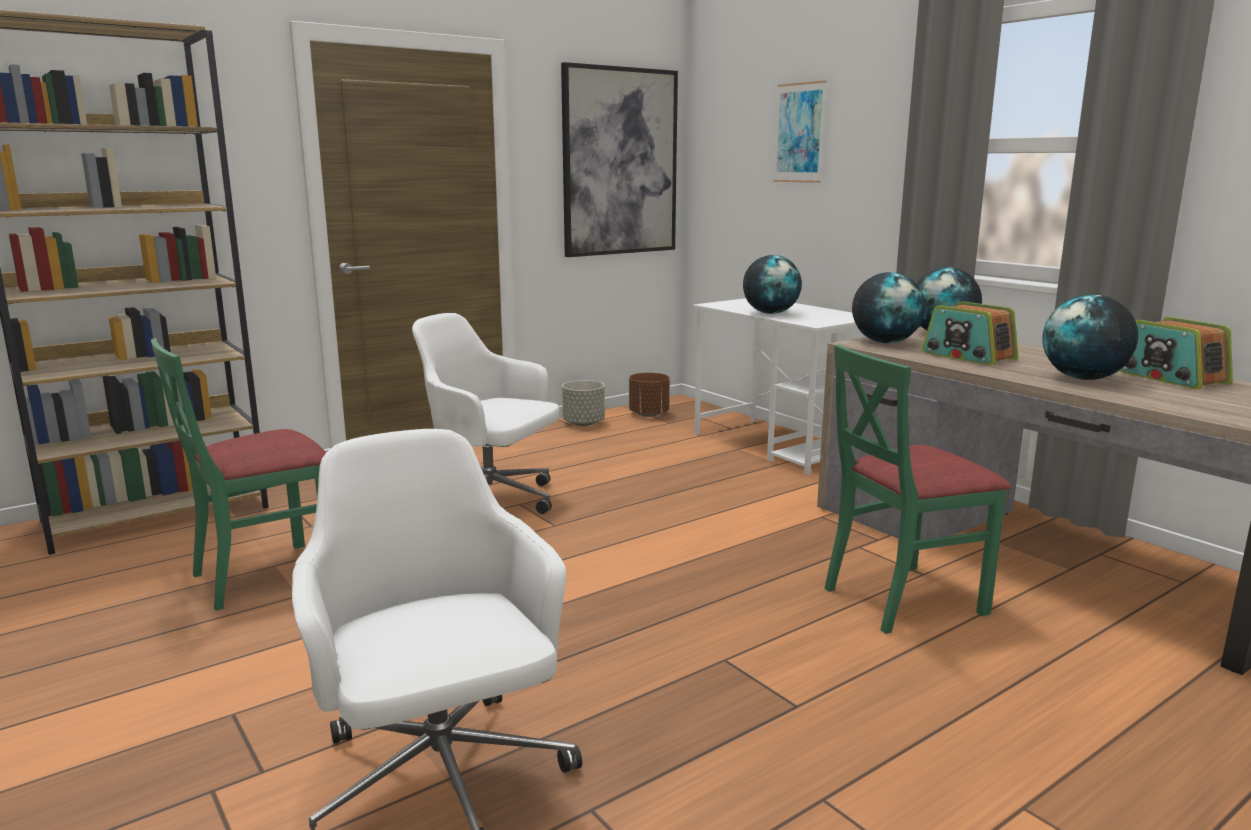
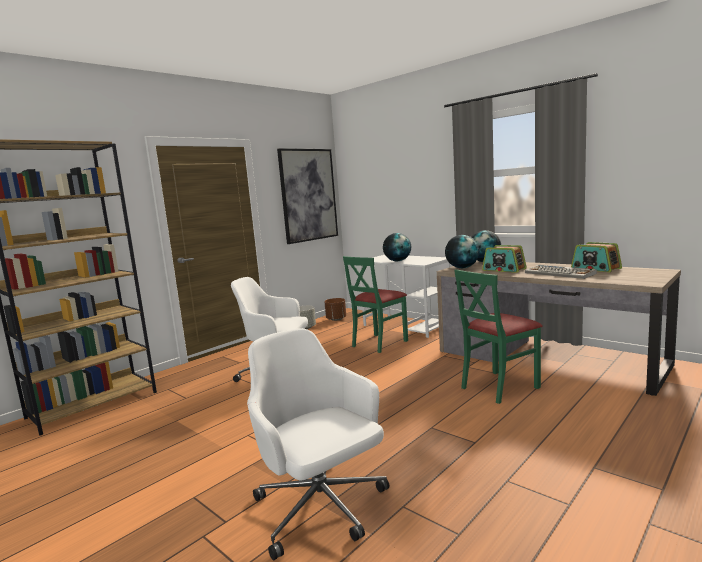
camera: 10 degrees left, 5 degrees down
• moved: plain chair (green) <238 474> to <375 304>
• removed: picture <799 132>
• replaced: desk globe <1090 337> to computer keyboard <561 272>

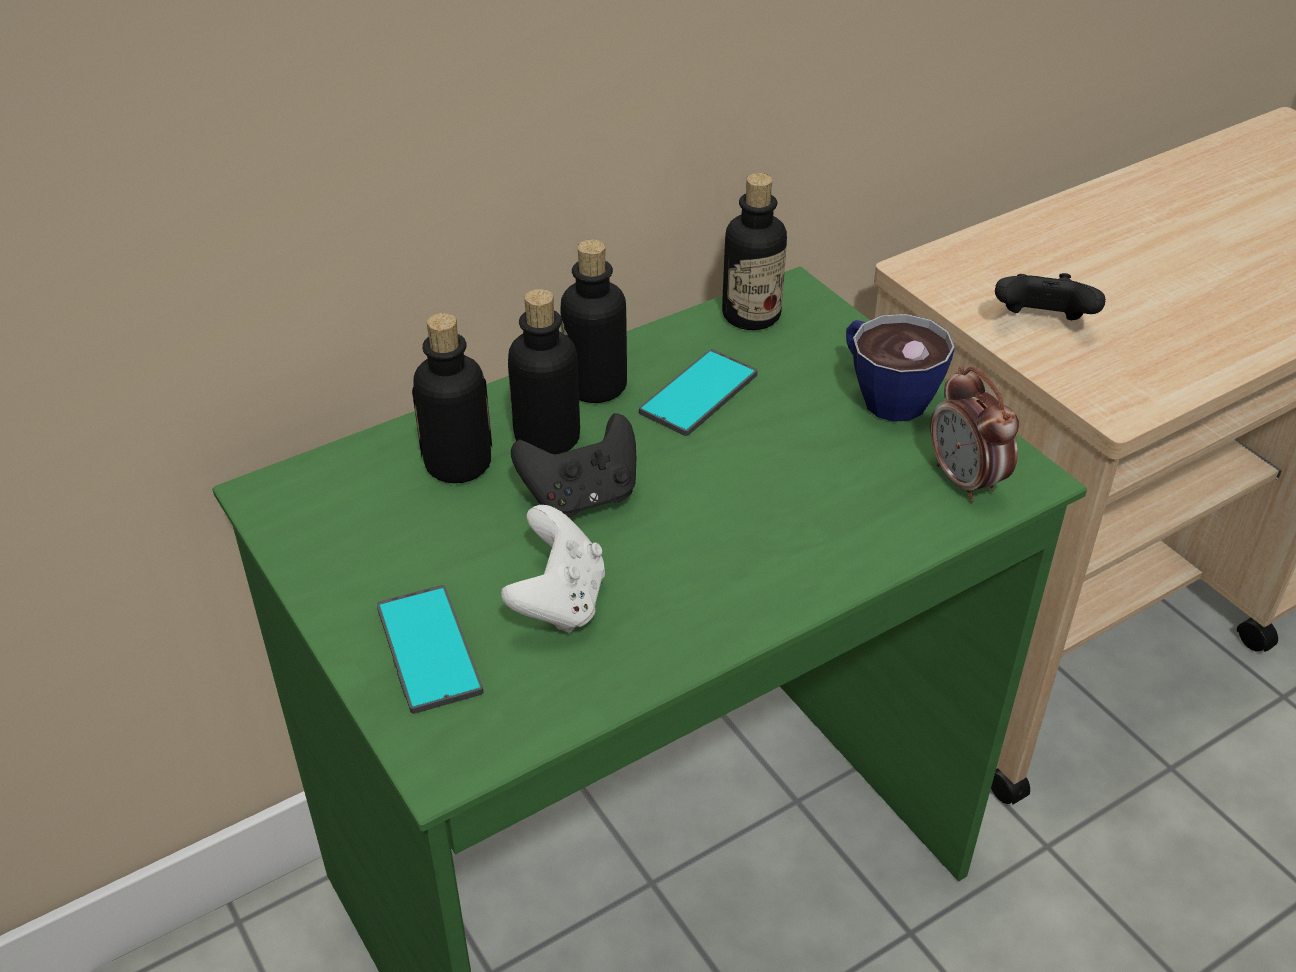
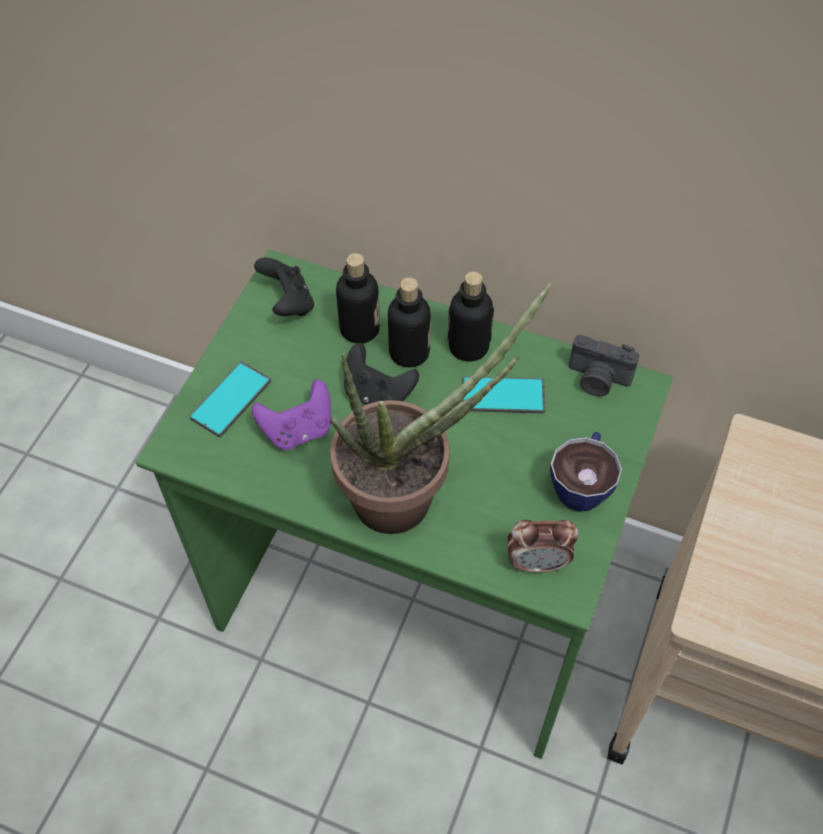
camera: 55 degrees right, 15 degrees up
• recoloured: gamepad (white-coloured) <553 569> to gamepad (purple-coloured) <291 414>
• replaced: beverage bottle <754 251> to photo camera <604 365>
• turned: bedside clock <974 434> = <543 546> 120 degrees counterclockwise
• moved: gamepad (black) <1050 297> to <284 287>
• added: houseplant <440 408>

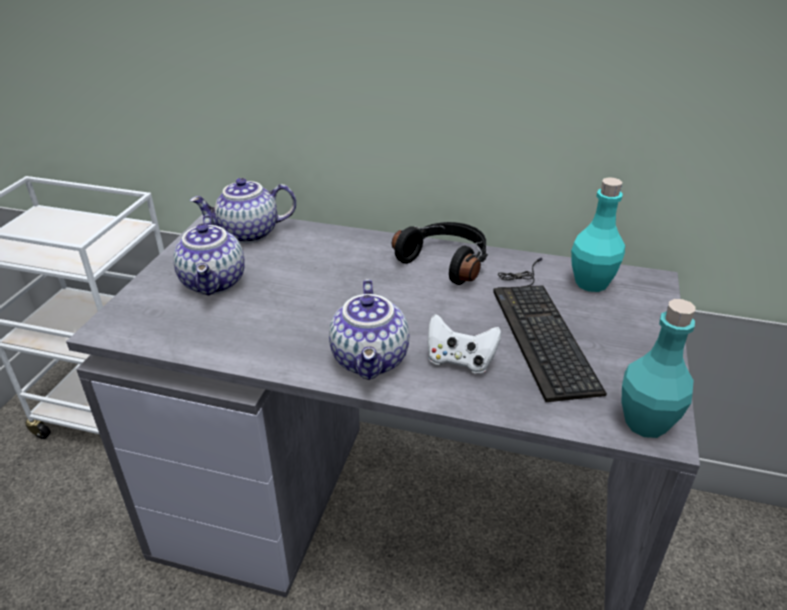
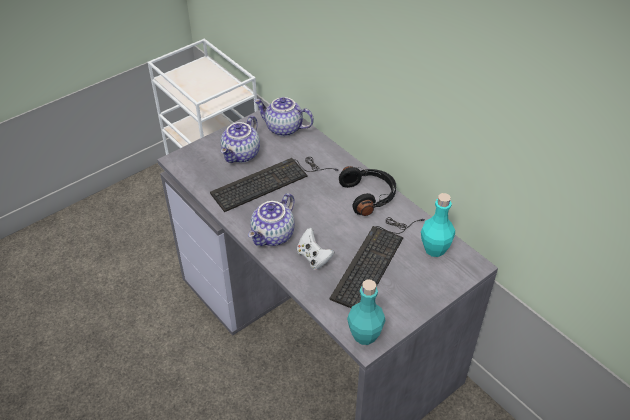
camera: 35 degrees right, 10 degrees up
• added: computer keyboard <274 184>

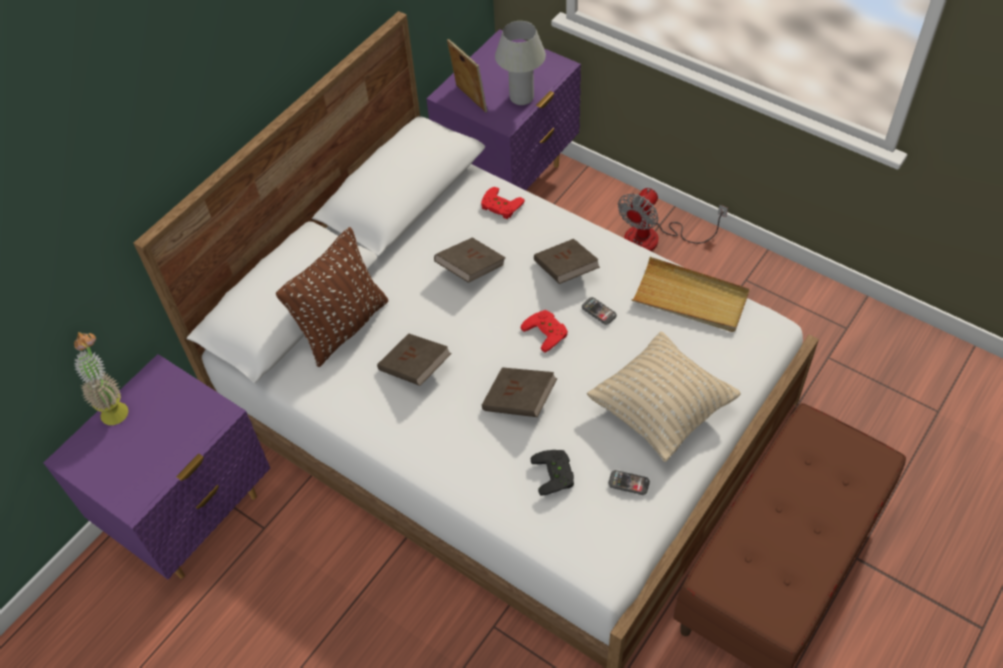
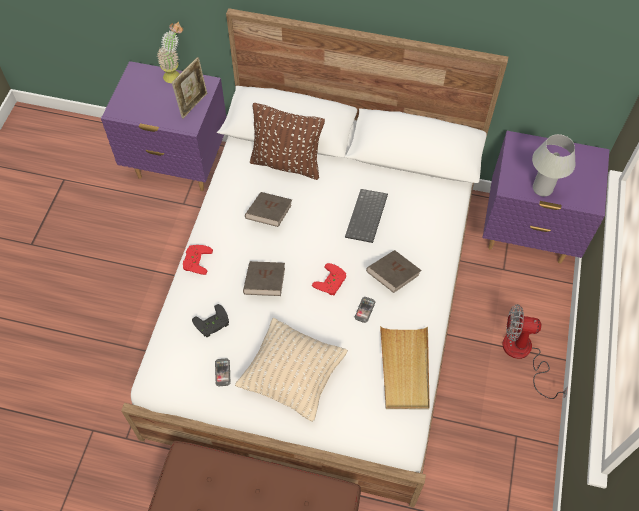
camera: 65 degrees right, 5 degrees up
• replaced: book (brown-coloured) <470 260> to computer keyboard <366 216>
• moved: standing frame <467 75> to <189 87>
• moved: gamepad (red) <503 203> to <198 260>

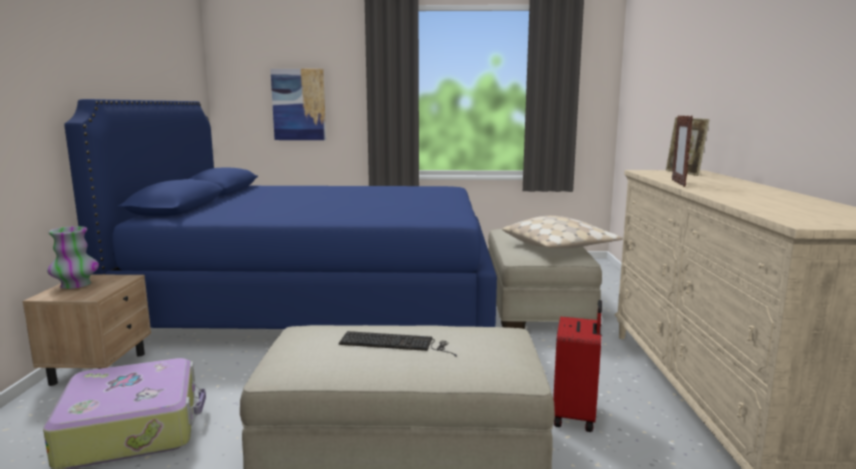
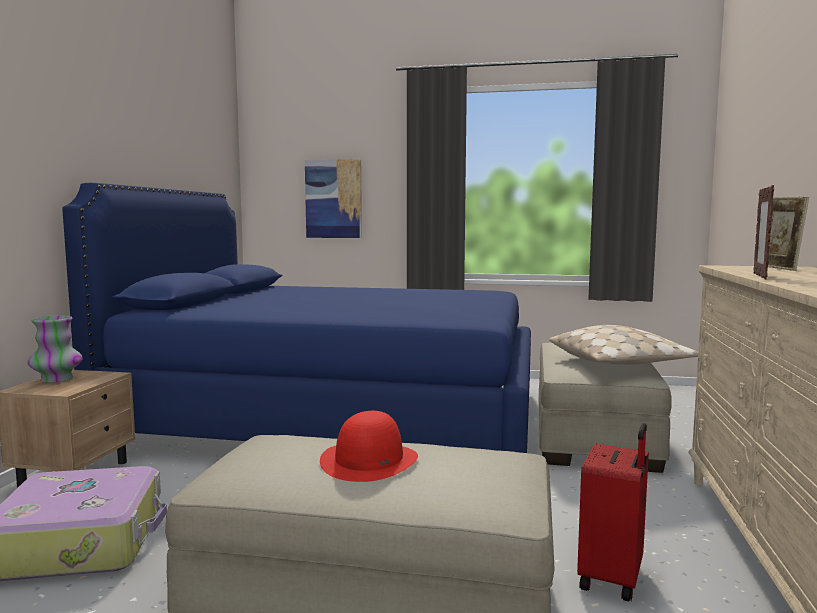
camera: 10 degrees right, 5 degrees down
• replaced: computer keyboard <398 344> to clothing hat (red) <369 446>

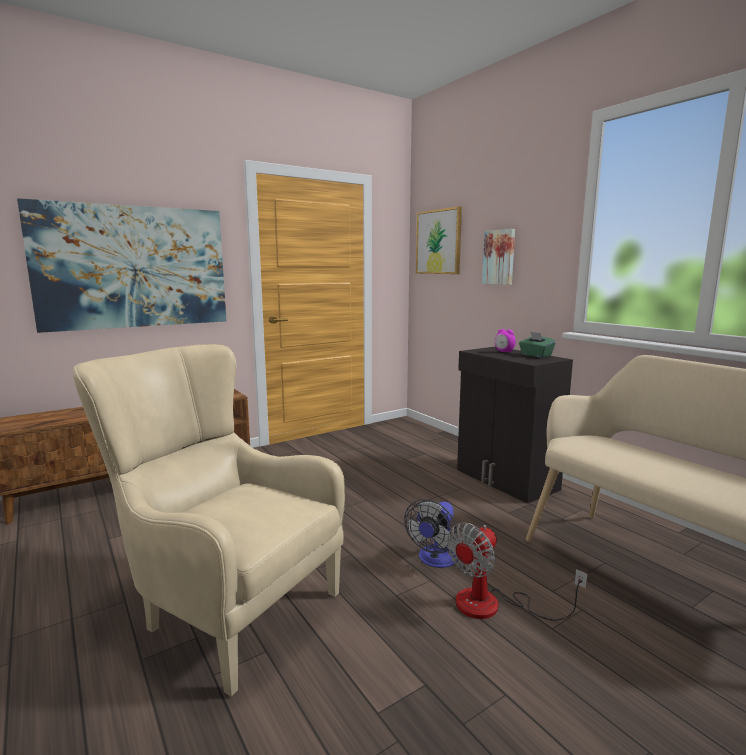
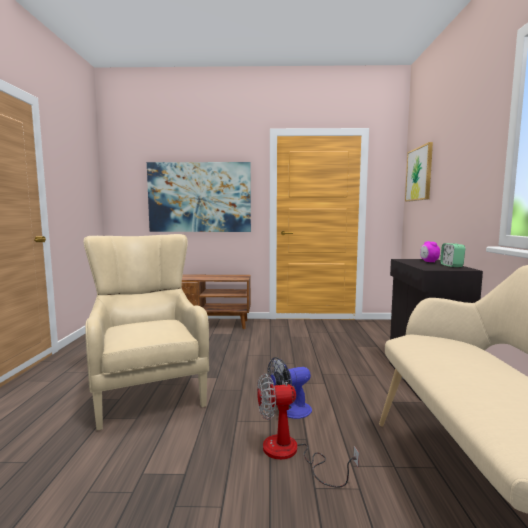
camera: 35 degrees right, 5 degrees down
• removed: picture <498 257>
• replaced: tissue box (green) <537 344> to bedside clock <452 255>

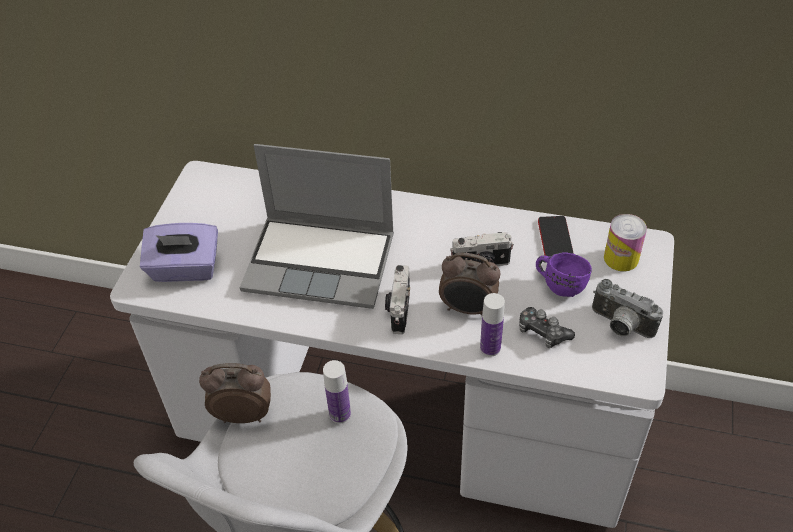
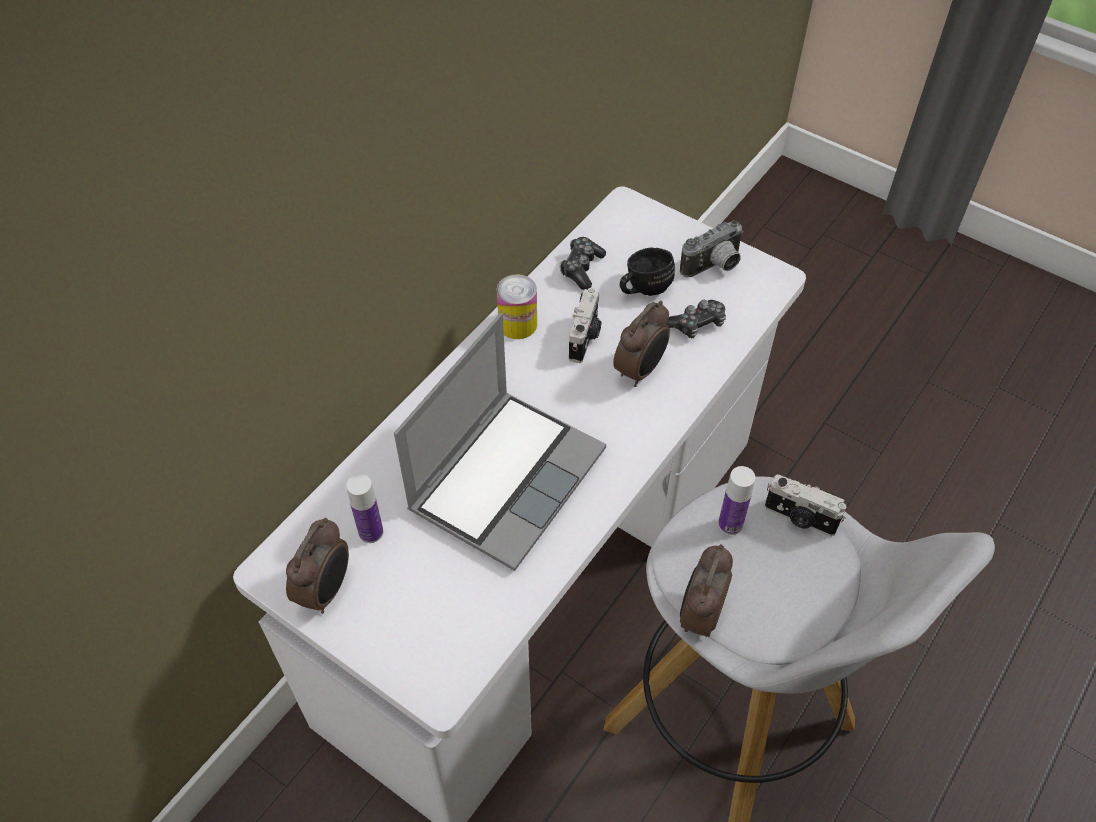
camera: 70 degrees left, 5 degrees up
• removed: tissue box (purple-coloured) <179 252>
• moved: photo camera <397 299> to <806 505>
• moved: beverage bottle <492 324> to <364 508>
• recoloured: tea mug (purple-coloured) <564 274> to tea mug (black) <647 271>
• replaced: telephone <556 236> to gamepad <583 263>
• moved: can <625 242> to <517 306>
• added: bedside clock <317 566>

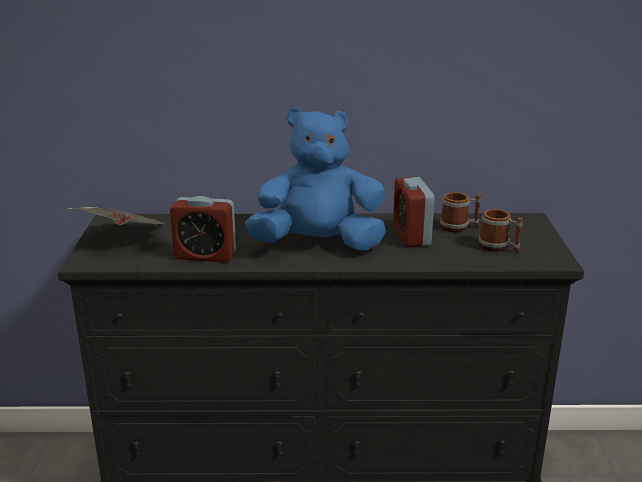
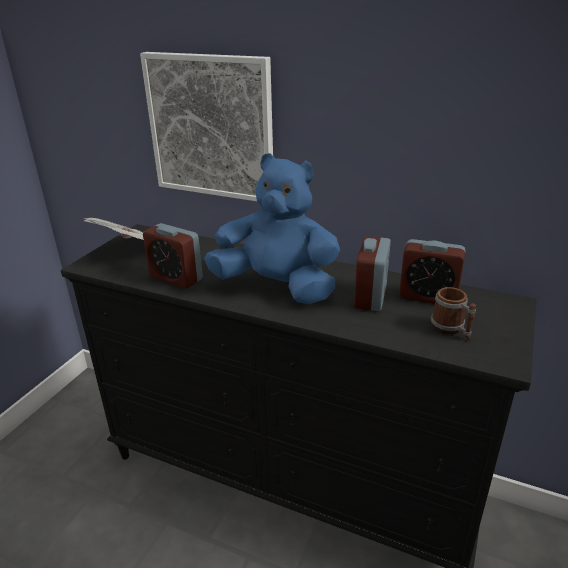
camera: 25 degrees right, 5 degrees up
• replaced: tea mug <460 212> to bedside clock <432 271>
• added: picture <206 126>

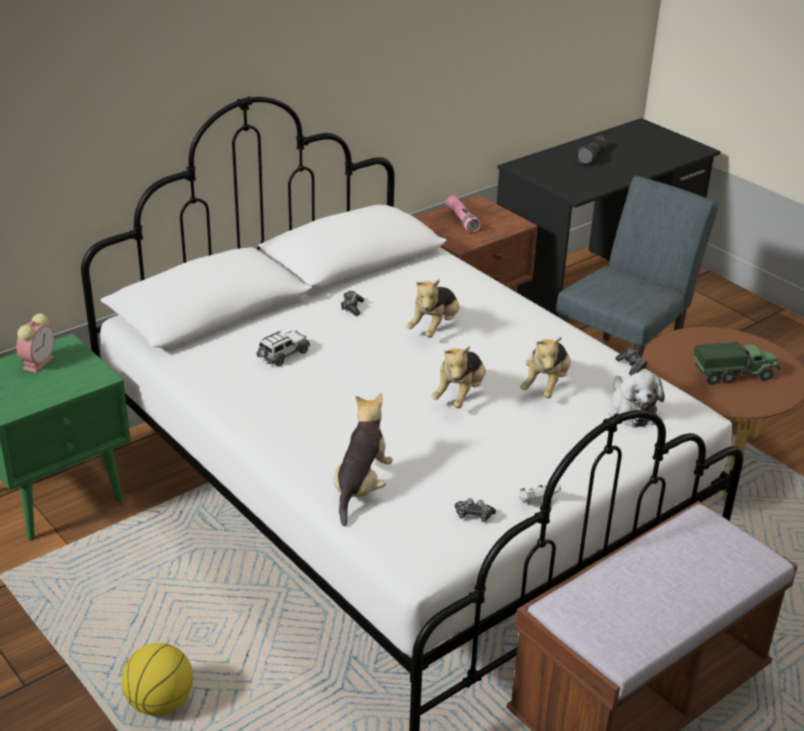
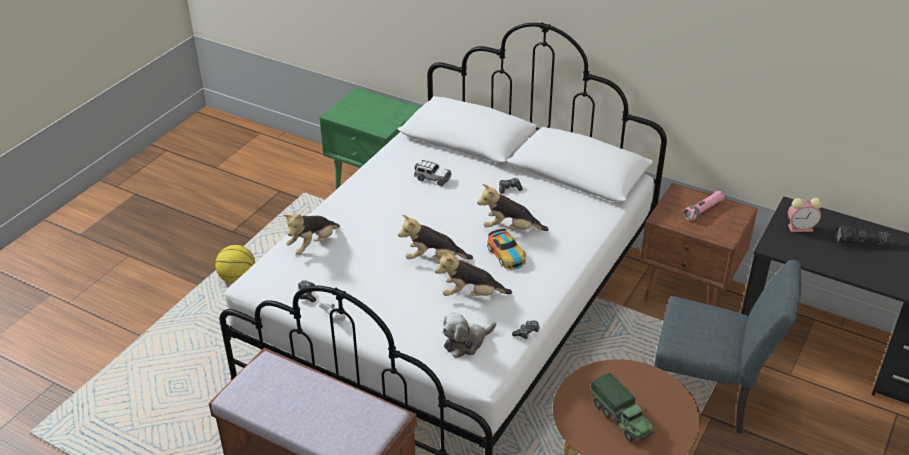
camera: 70 degrees right, 5 degrees up
• moved: bedside clock <35 343> to <805 215>
• turned: cuddly toy <363 459> = <311 234> 135 degrees clockwise
• added: model car <506 249>

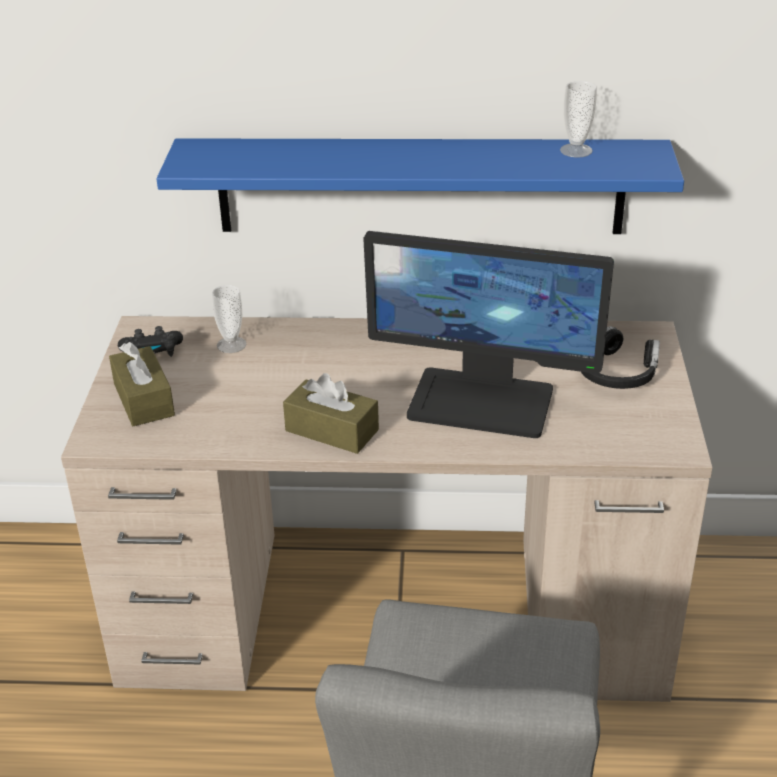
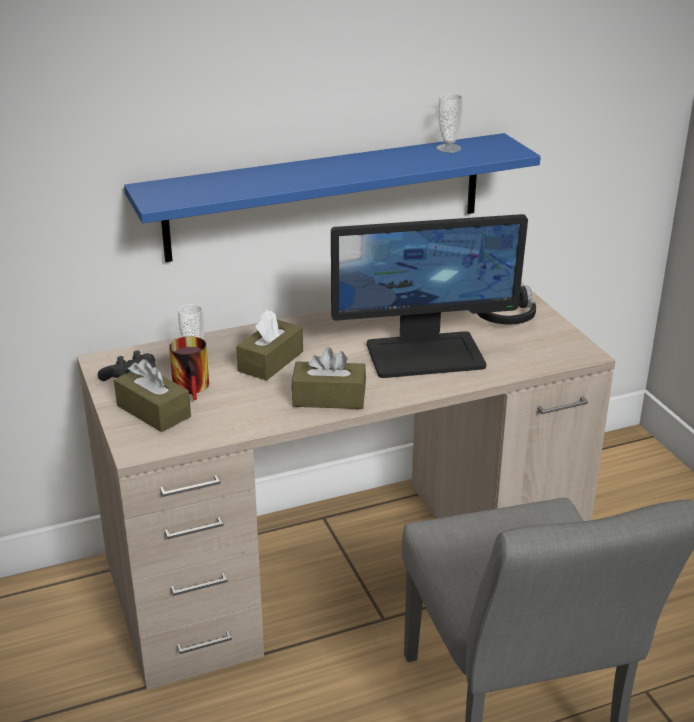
camera: 25 degrees left, 5 degrees down
• added: tea mug <189 368>
• added: tissue box (brown-coloured) <269 345>

